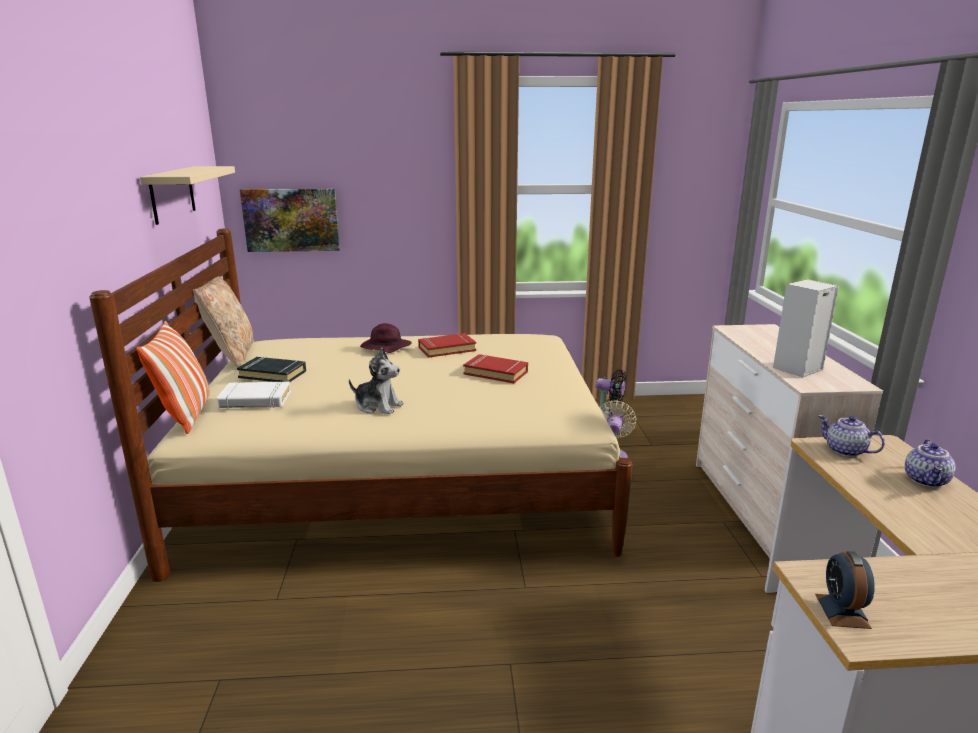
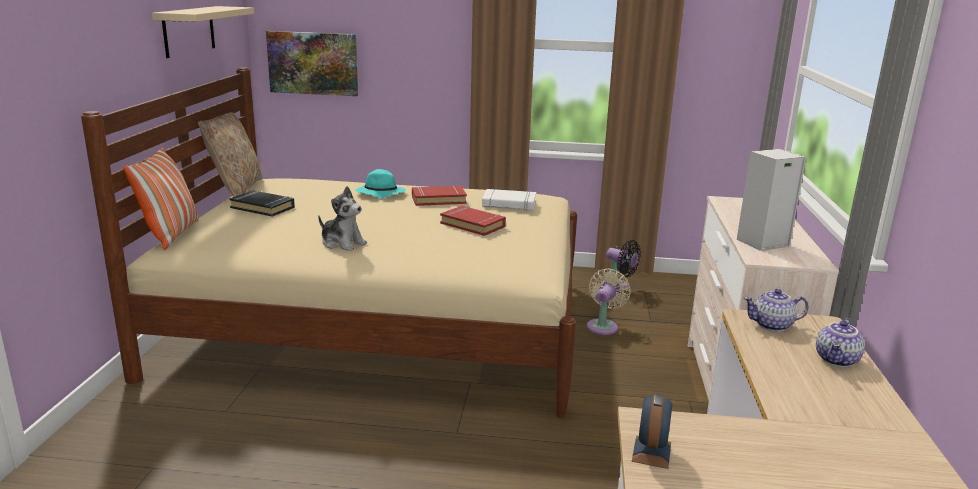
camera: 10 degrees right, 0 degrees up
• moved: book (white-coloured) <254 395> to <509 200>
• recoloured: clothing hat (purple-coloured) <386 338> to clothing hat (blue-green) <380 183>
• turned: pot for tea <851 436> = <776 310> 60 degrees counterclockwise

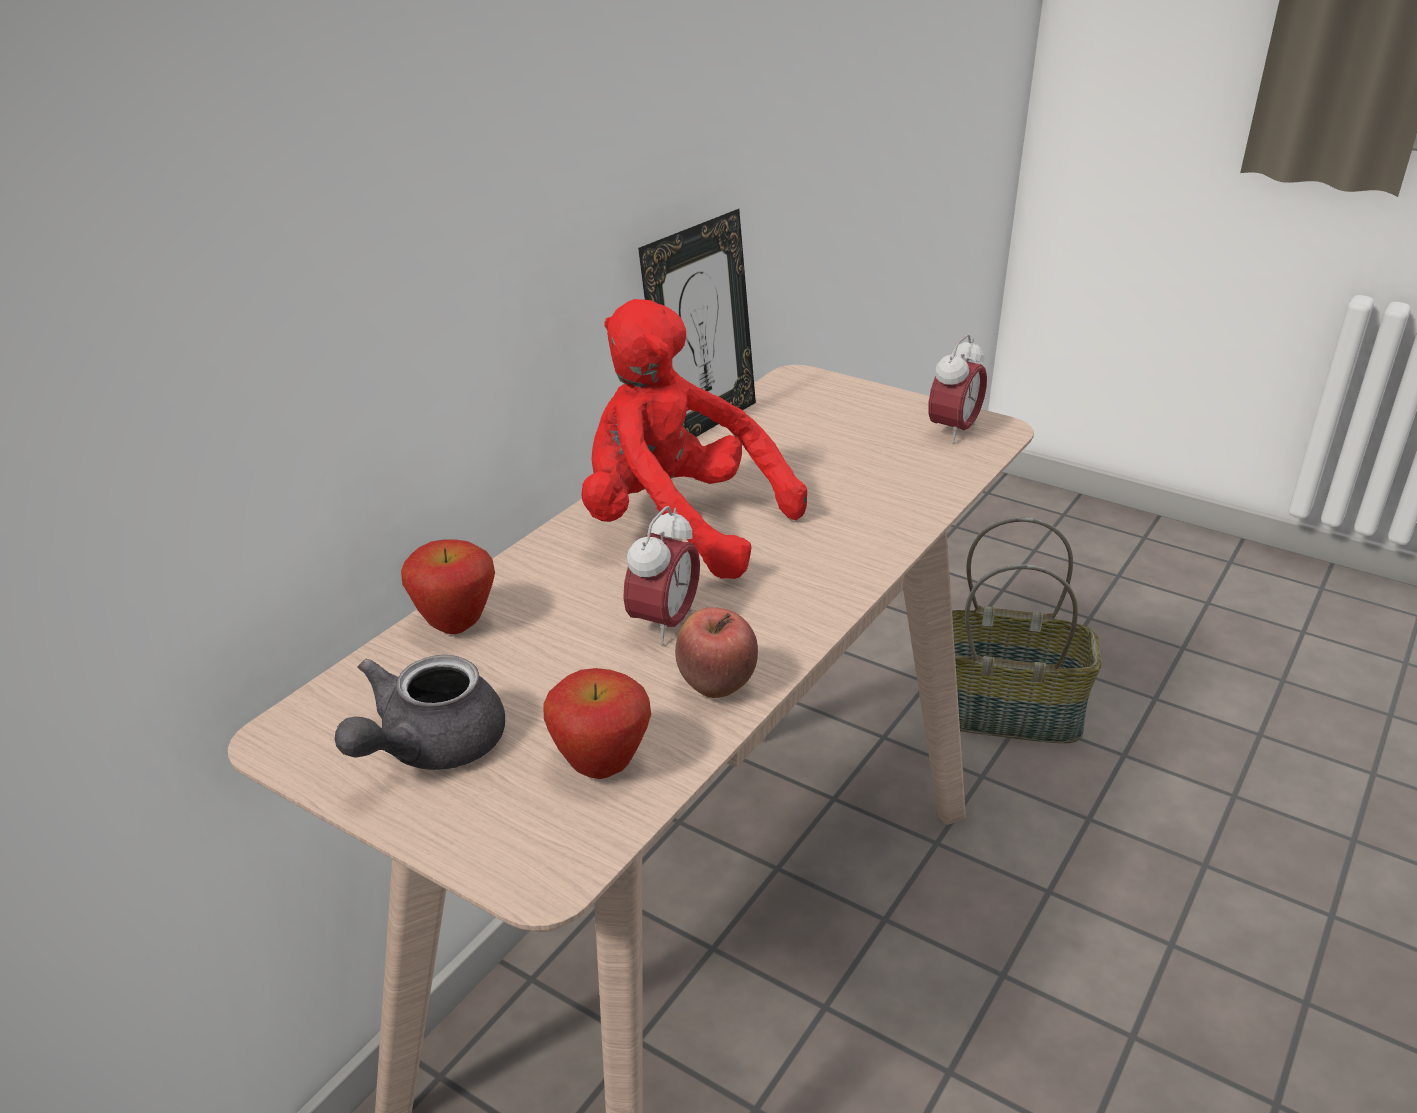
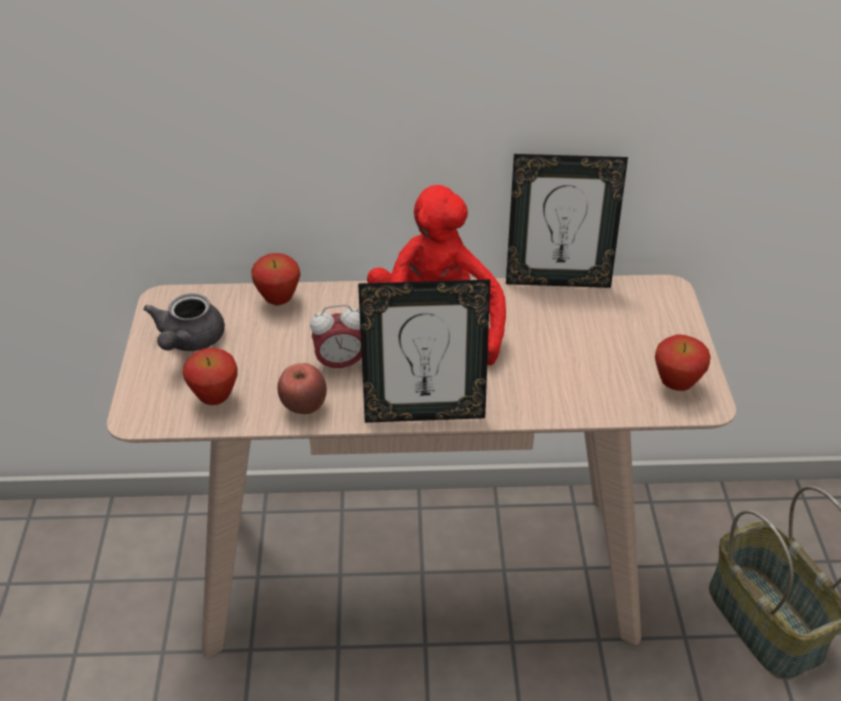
camera: 55 degrees right, 10 degrees up
• turned: pot for tea (gray) <420 712> = <184 322> 75 degrees counterclockwise
• replaced: bedside clock <957 389> to apple <683 362>
• added: standing frame <424 351>

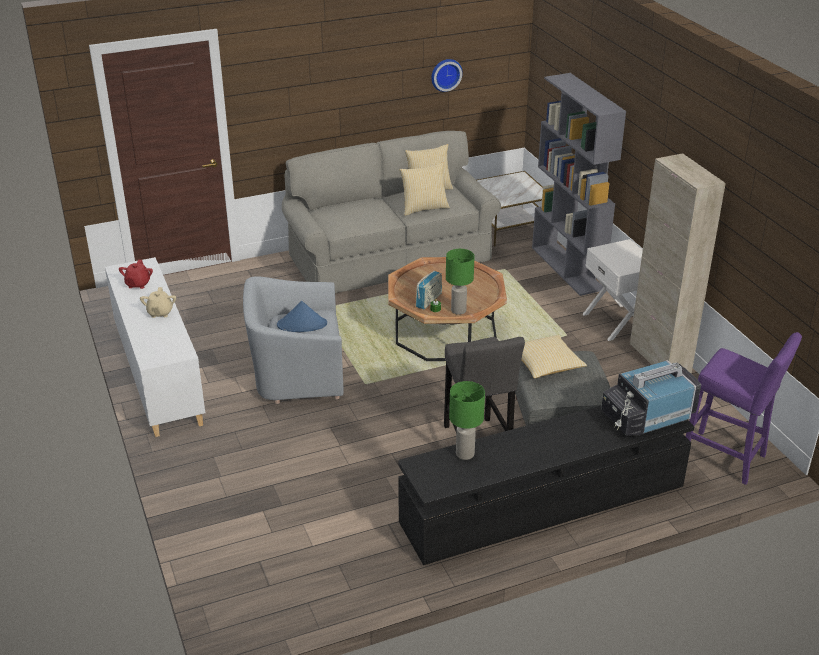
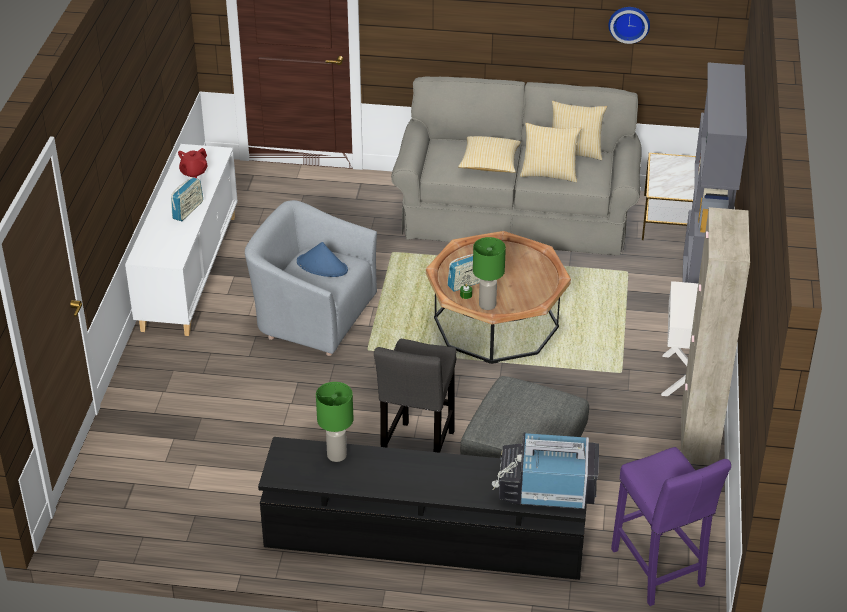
camera: 30 degrees right, 5 degrees up
• replaced: pot for tea (sand-coloured) <158 302> to radio receiver <187 199>
• moved: cushion <554 357> to <489 154>

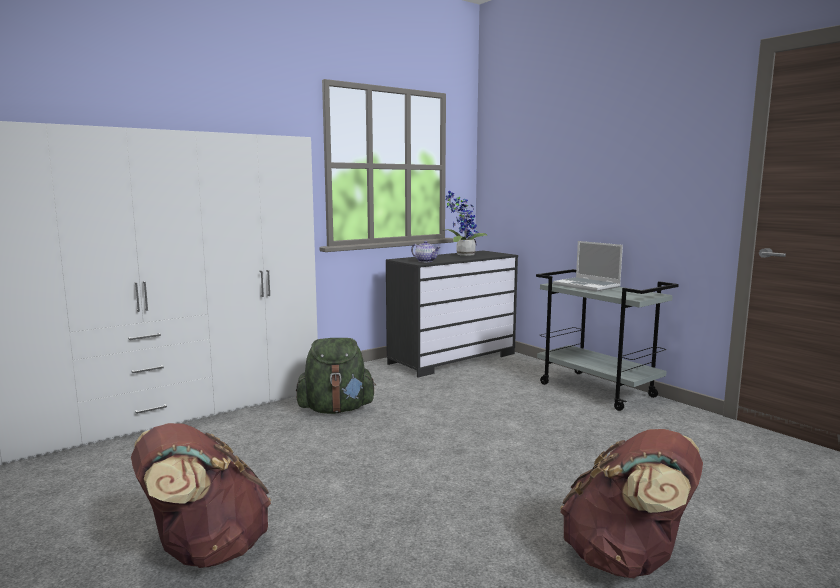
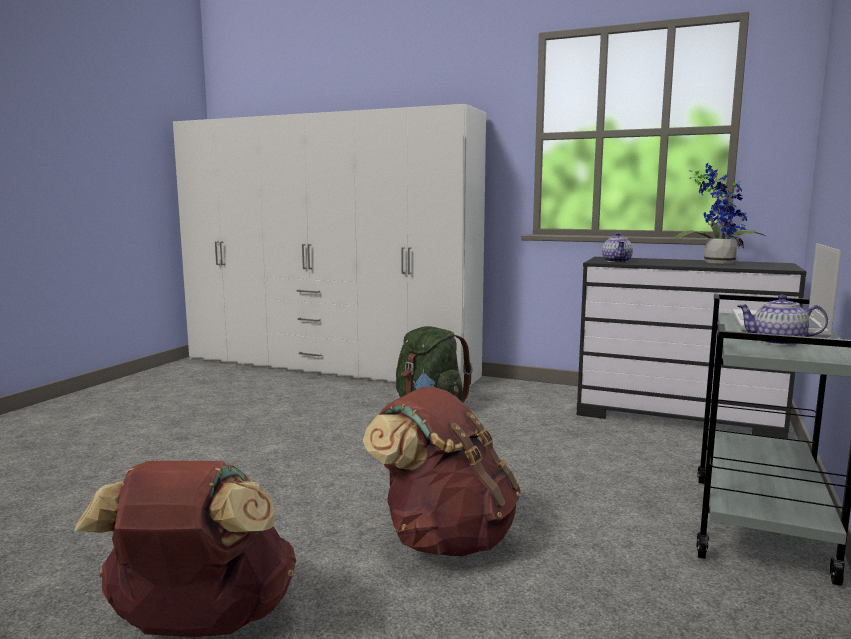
camera: 60 degrees right, 0 degrees up
• moved: backpack (brown-coloured) <201 495> to <442 472>
• added: pot for tea <782 320>

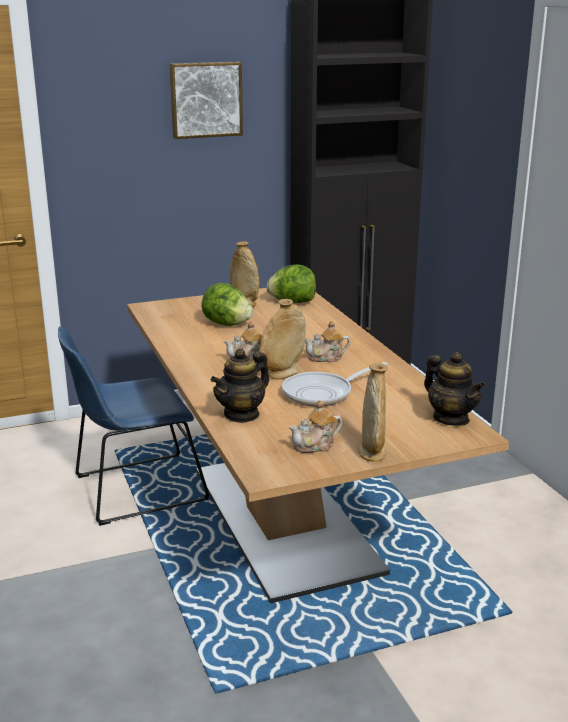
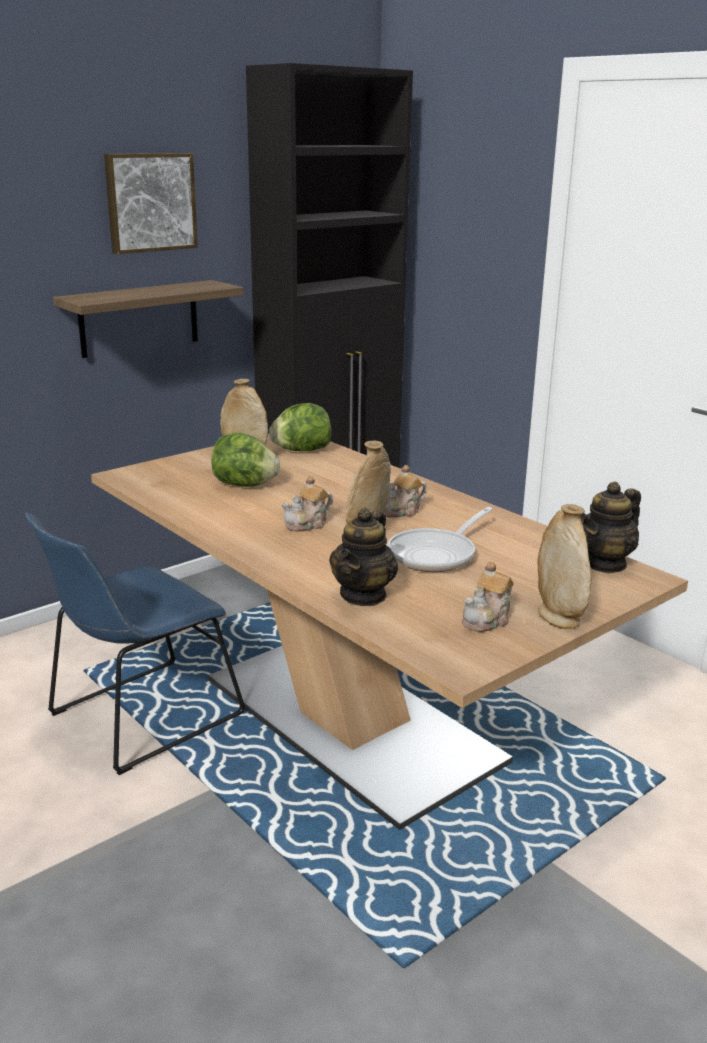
camera: 20 degrees left, 0 degrees up
• turned: pot for tea <454 389> = <611 527> 105 degrees clockwise
• added: bracket shelf <148 319>

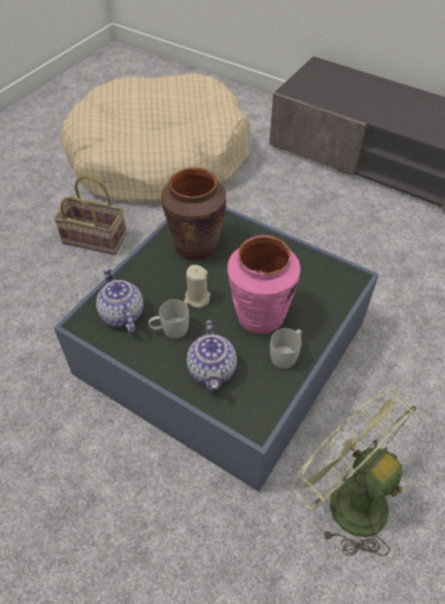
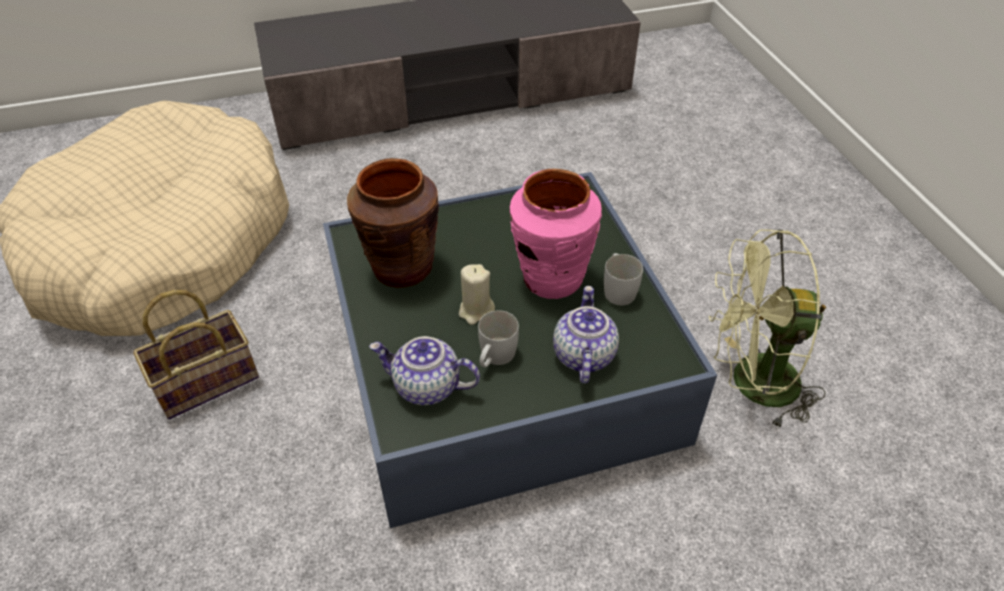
camera: 50 degrees left, 5 degrees down
• turned: pot for tea <212 356> = <586 334> 120 degrees counterclockwise

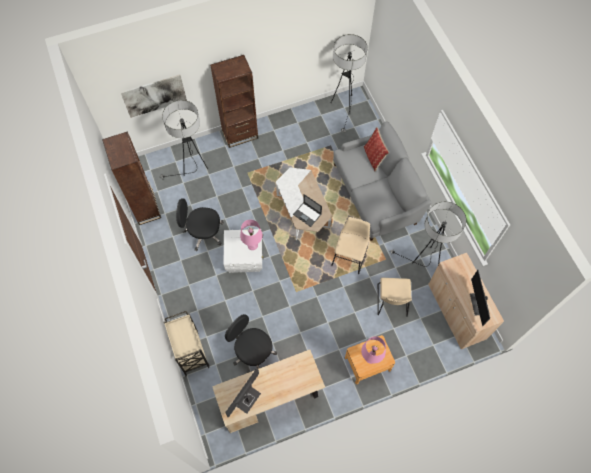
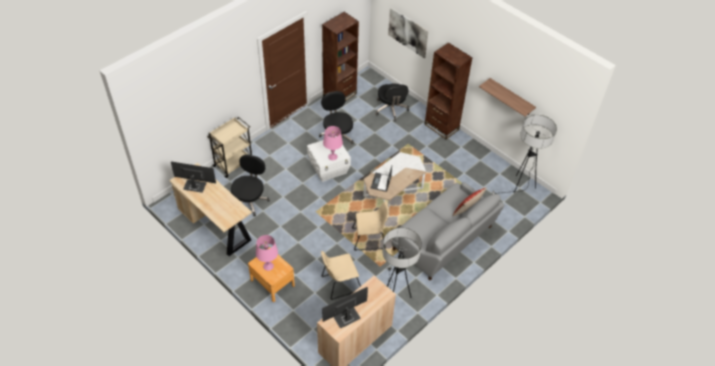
camera: 65 degrees right, 15 degrees down
• replaced: standing lamp <184 139> to desk chair (black) <392 102>
• added: bracket shelf <507 97>

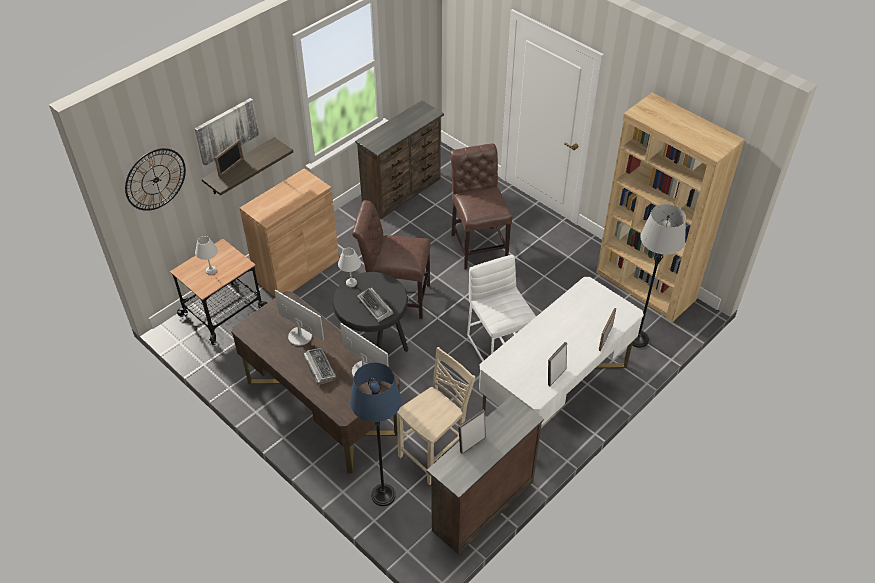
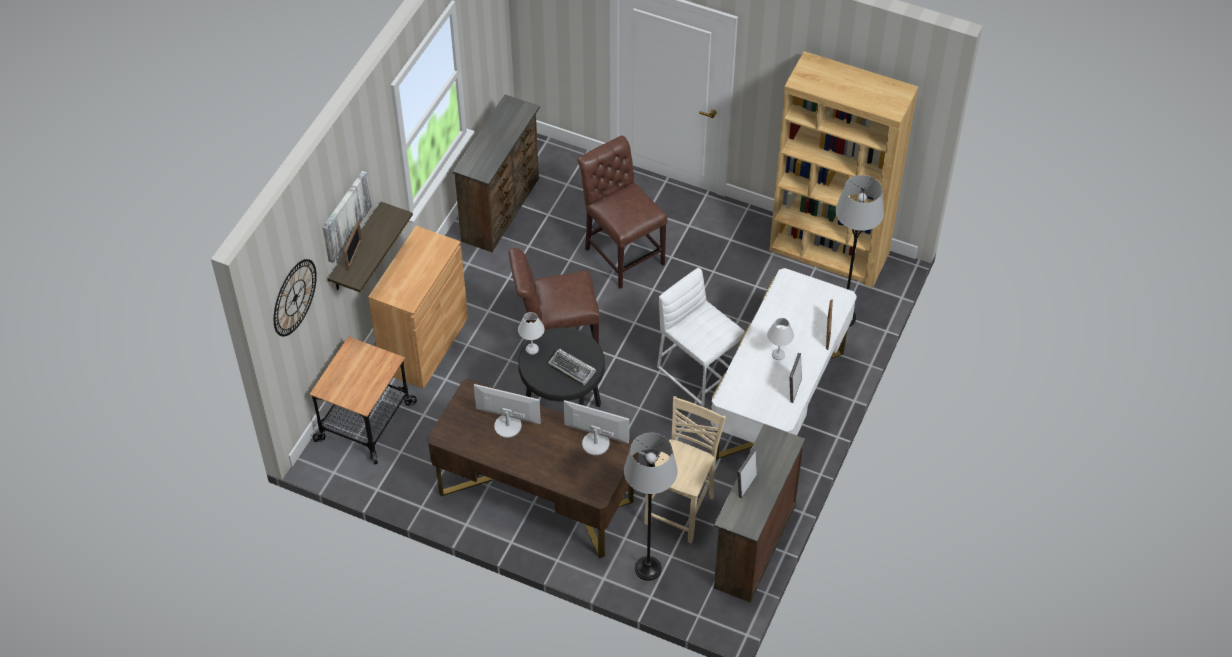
camera: 20 degrees left, 5 degrees up
• moved: tabletop lamp (white-coloured) <206 255> to <780 339>
• removed: computer keyboard <320 366>
• recoloured: standing lamp (bluish) <376 434> to standing lamp (gray) <651 507>

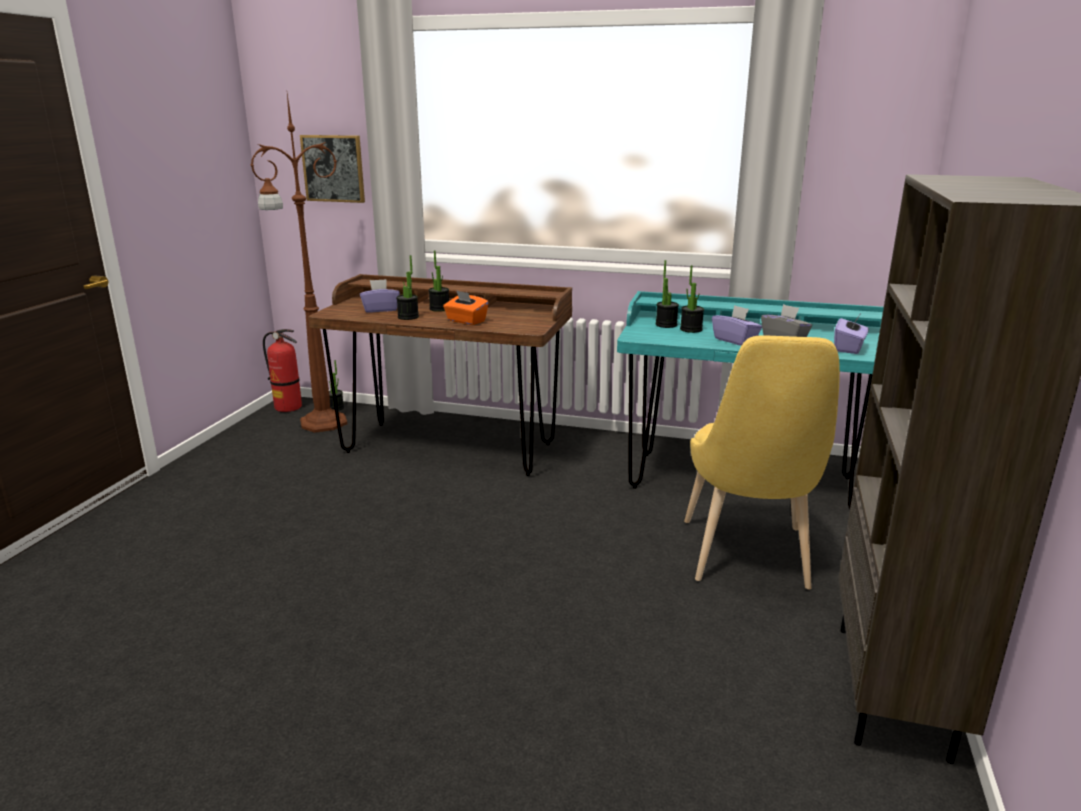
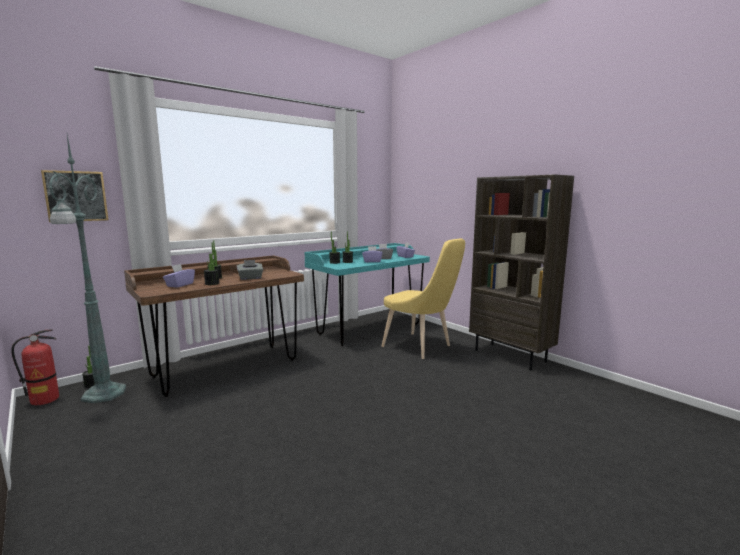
camera: 55 degrees left, 10 degrees down
• recoloured: standing lamp (brown-coloured) <298 263> to standing lamp (green) <87 269>
• recoloured: tissue box (orangey) <466 307> to tissue box (gray) <250 270>

